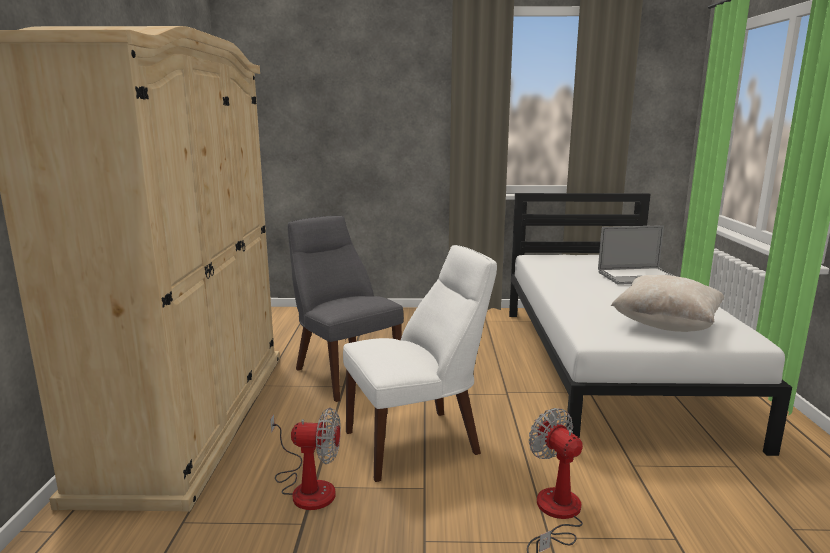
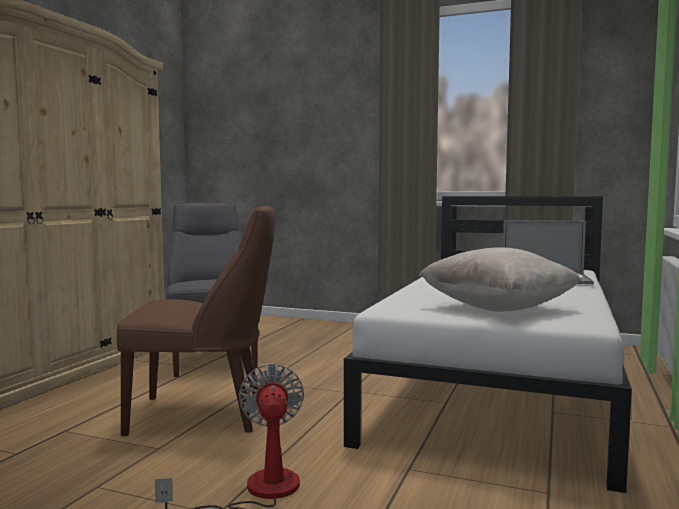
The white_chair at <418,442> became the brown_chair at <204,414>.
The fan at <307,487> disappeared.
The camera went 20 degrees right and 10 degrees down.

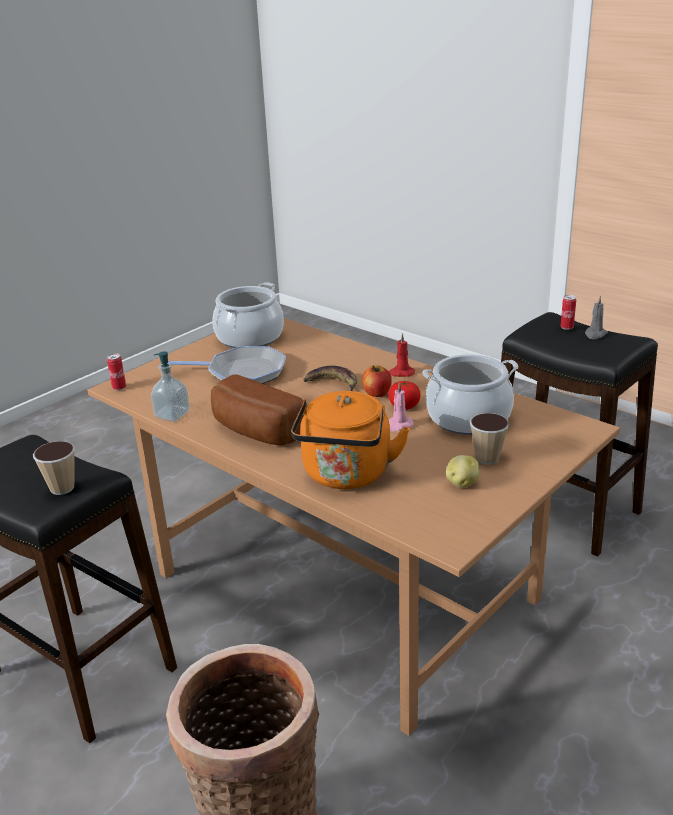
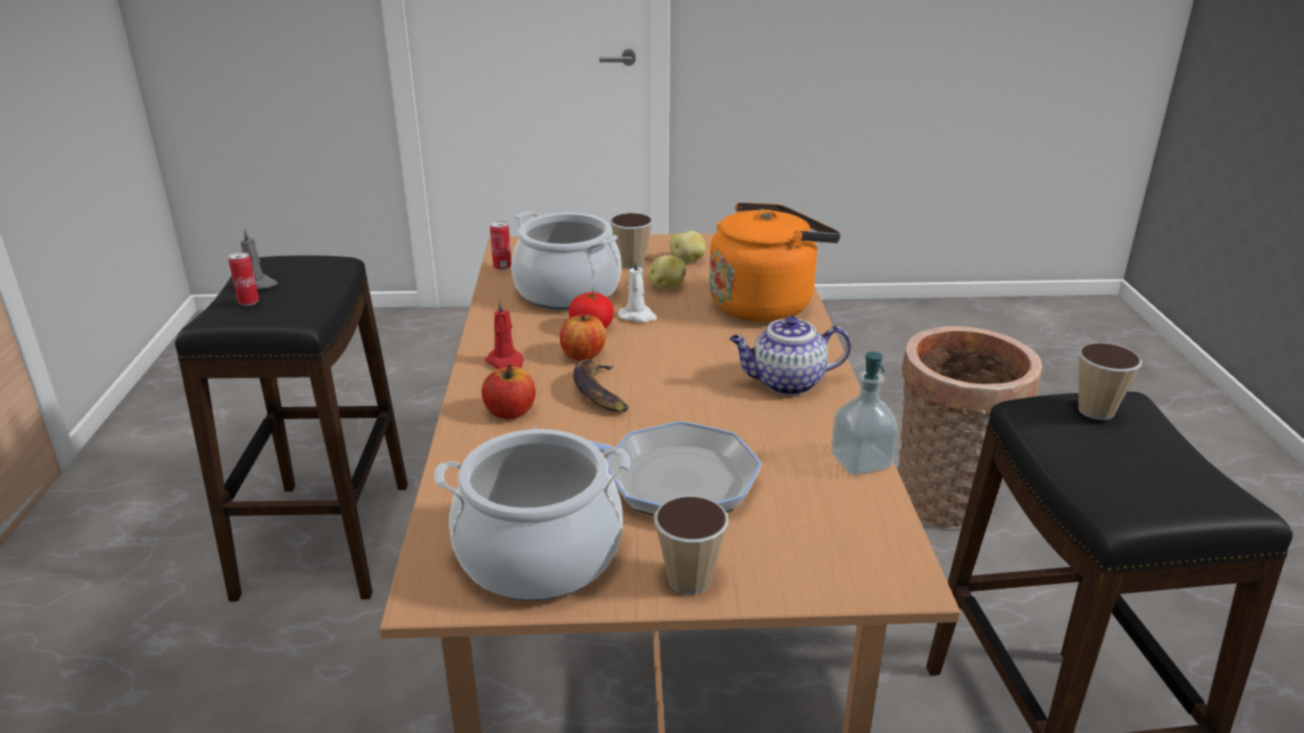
The apple at <510,412> appeared.
The can moved from <119,388> to <502,267>.
The frying_pan at <242,372> turned 150 degrees clockwise.
The pink_candle at <398,425> became the white_candle at <638,316>.
The potato at <666,287> appeared.
The cup at <689,580> appeared.
The bread at <255,432> was replaced by the teapot at <786,383>.
The camera went 135 degrees left and 0 degrees up.

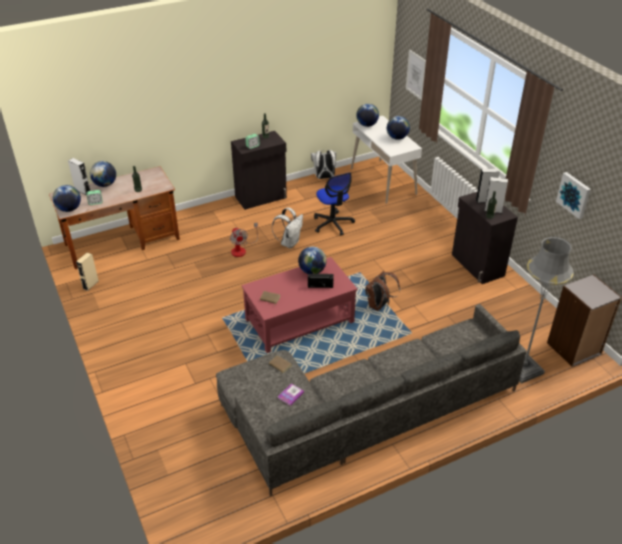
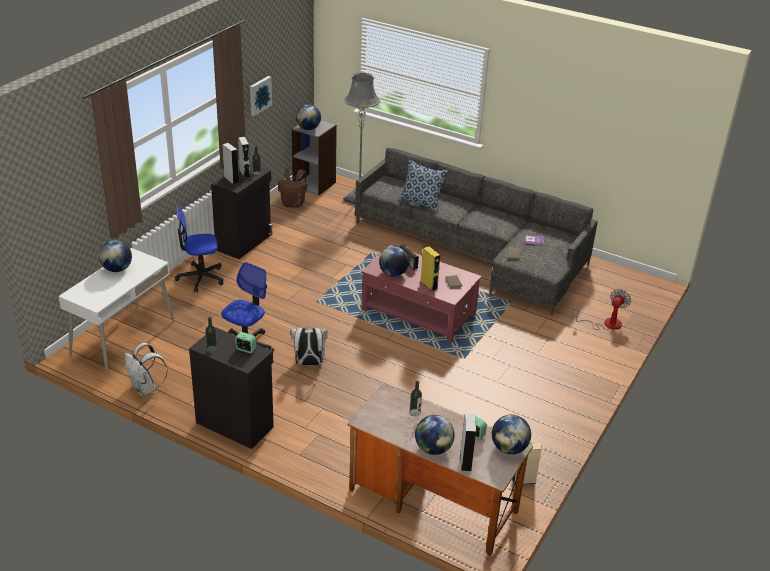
The office_chair at <200,278> appeared.
The brown_backpack moved from <379,306> to <293,204>.
The globe moved from <367,125> to <308,128>.
The pillow at <421,203> appeared.
The yellow_speaker at <429,285> appeared.
The fan moved from <241,249> to <606,324>.
The picture at <416,75> disappeared.
The camera went 125 degrees left and 5 degrees down.

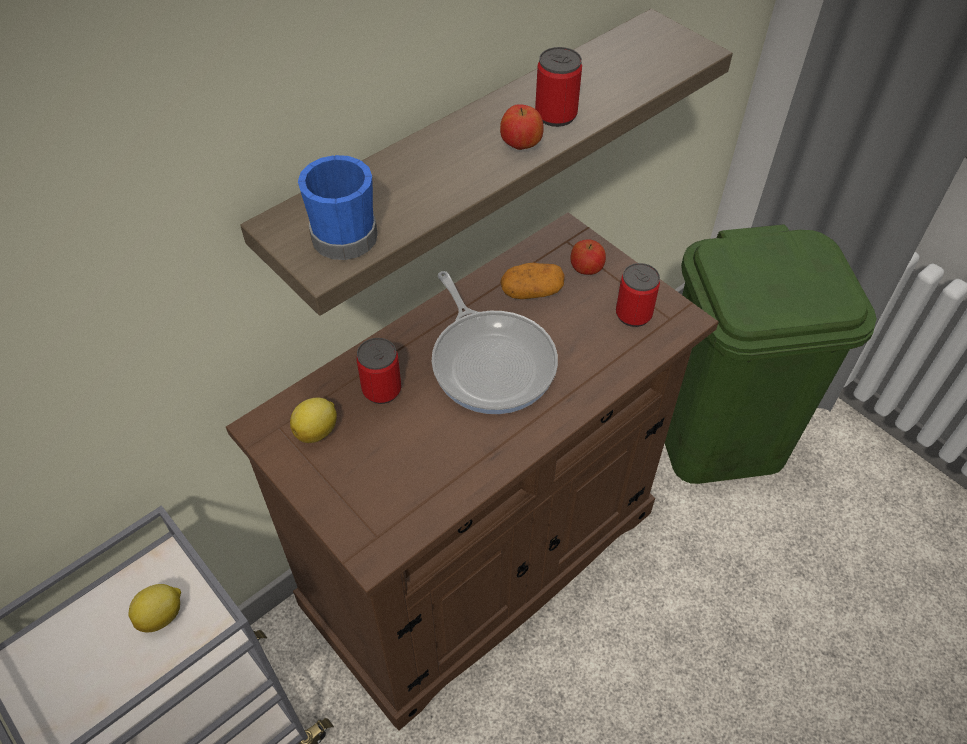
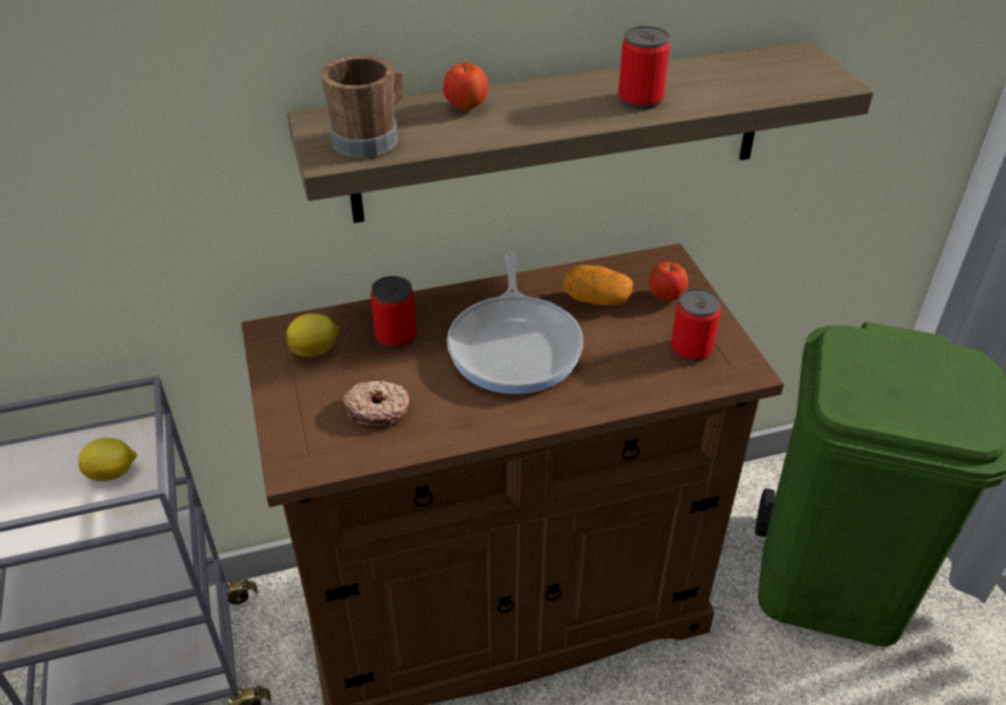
The blue_mug at <347,232> became the brown_mug at <371,139>.
The donut at <377,410> appeared.
The apple moved from <521,145> to <466,107>.
The camera went 25 degrees right and 10 degrees down.

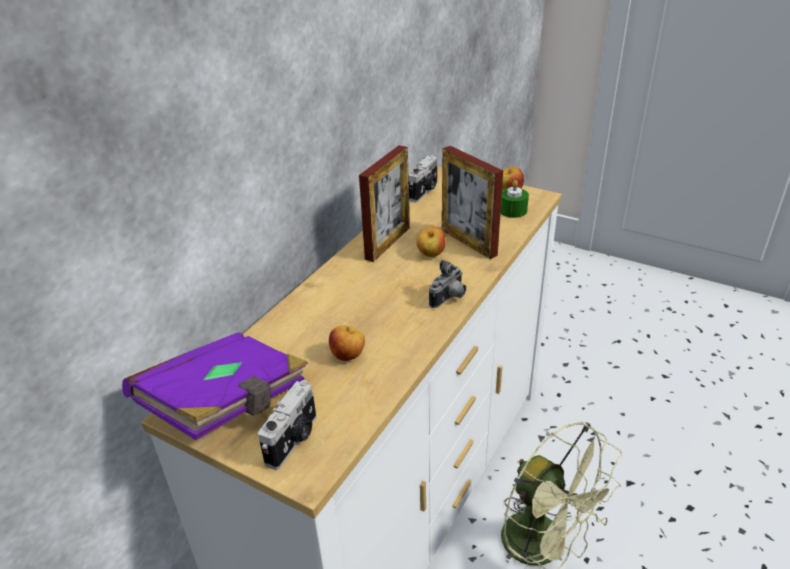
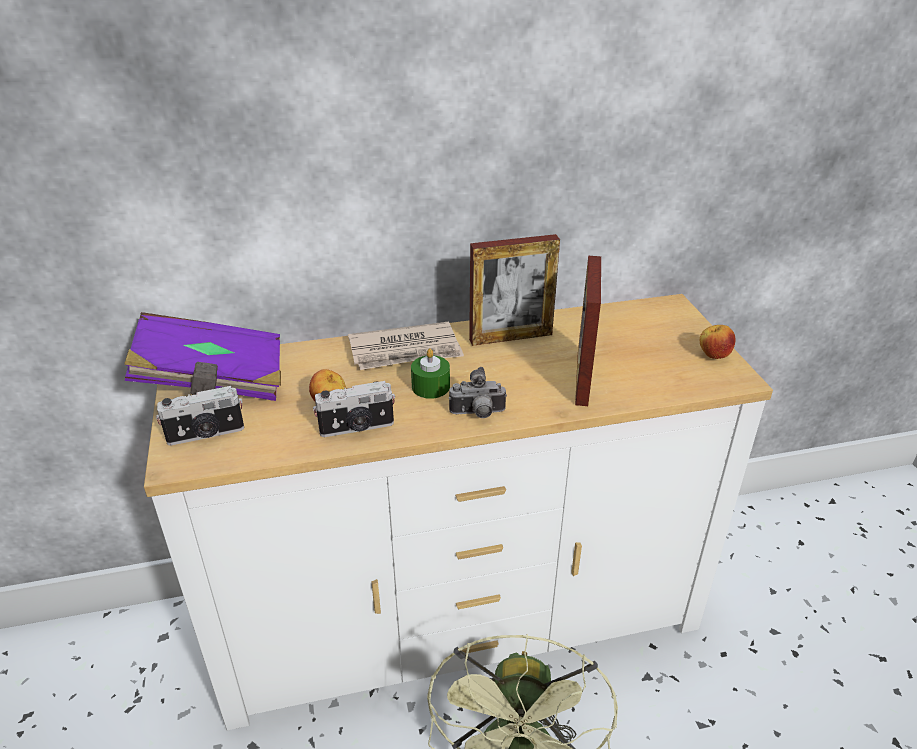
The photo_camera moved from <424,191> to <357,428>.
The newspaper at <406,351> appeared.
The green_candle moved from <513,210> to <430,387>.
The apple at <430,255> disappeared.
The camera went 45 degrees right and 0 degrees up.

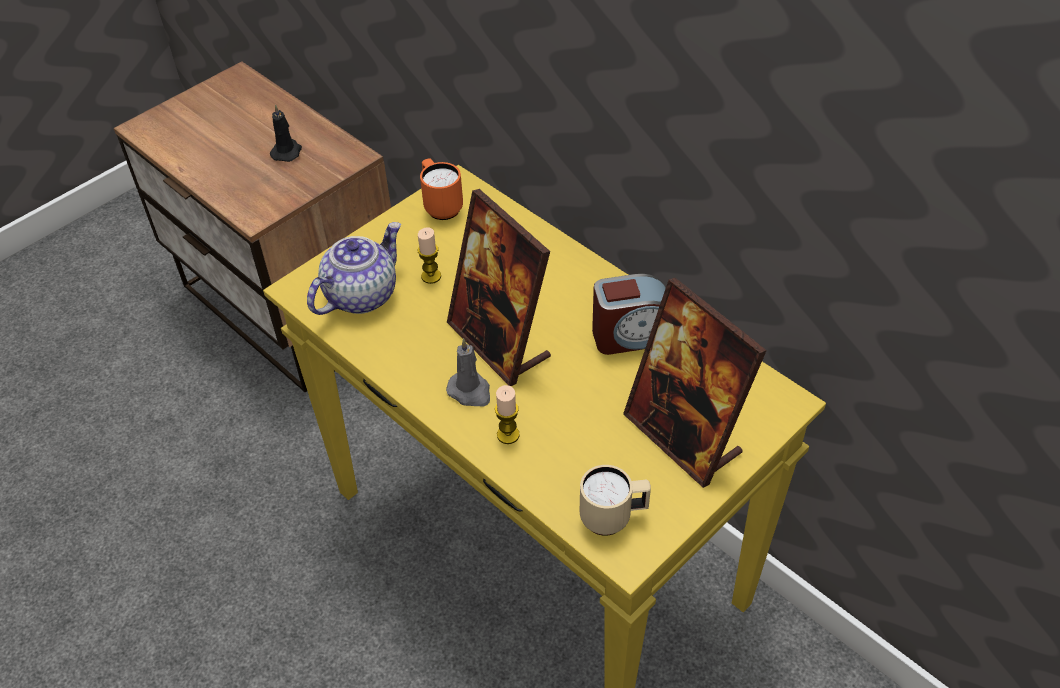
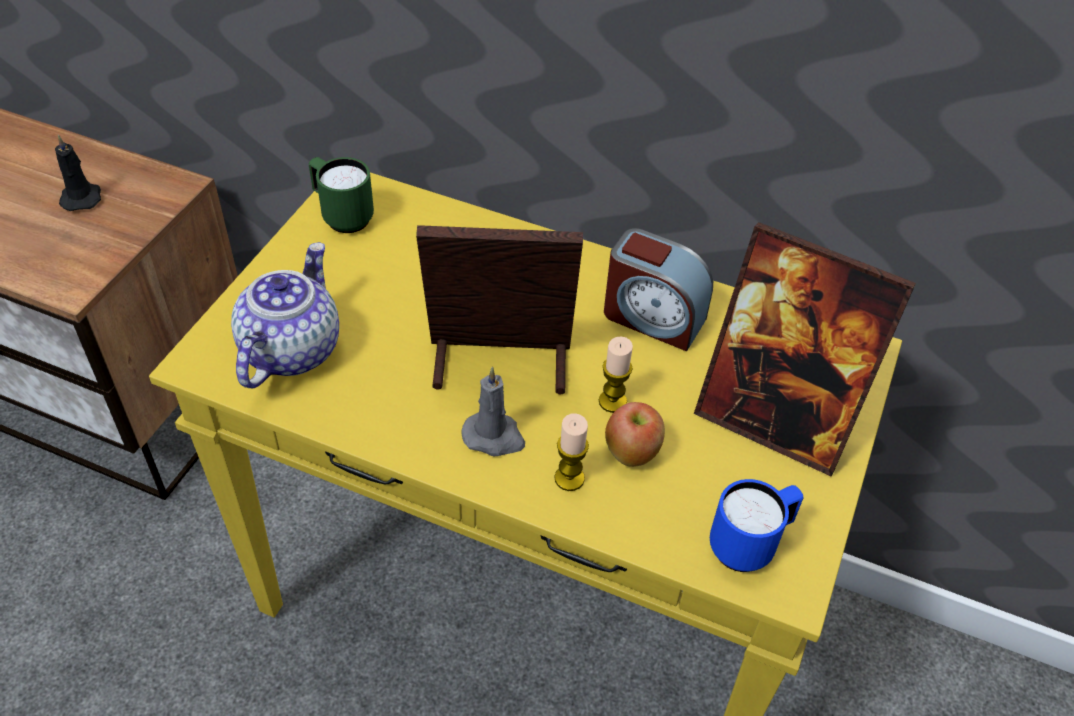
The orange_mug at <440,206> became the green_mug at <342,216>.
The picture_frame at <499,342> turned 150 degrees clockwise.
The candle moved from <431,276> to <612,401>.
The alarm_clock at <632,335> turned 60 degrees clockwise.
The apple at <632,453> appeared.
The beige_mug at <613,518> became the blue_mug at <749,545>.
The camera went 25 degrees left and 0 degrees up.

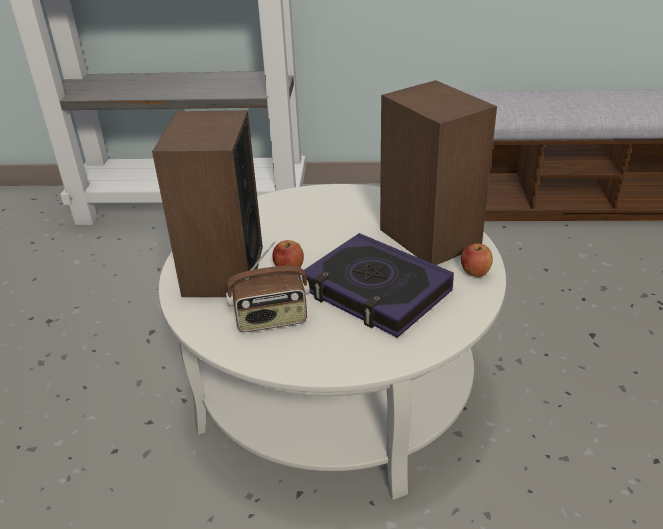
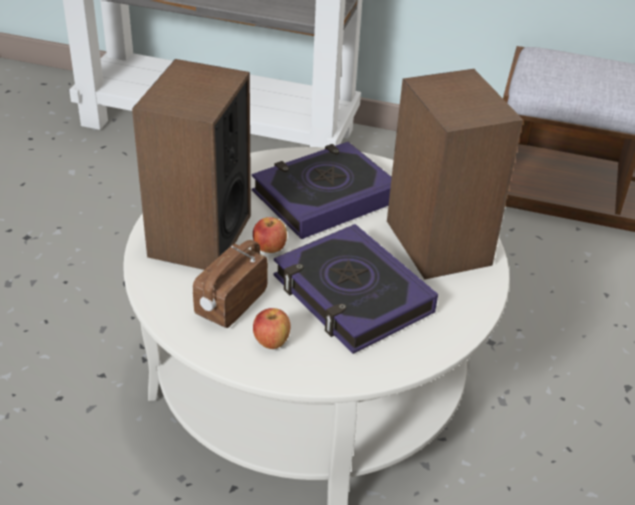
The radio at <271,320> turned 120 degrees clockwise.
The book at <324,197> appeared.
The apple moved from <475,273> to <271,342>.
The camera went 10 degrees right and 5 degrees up.

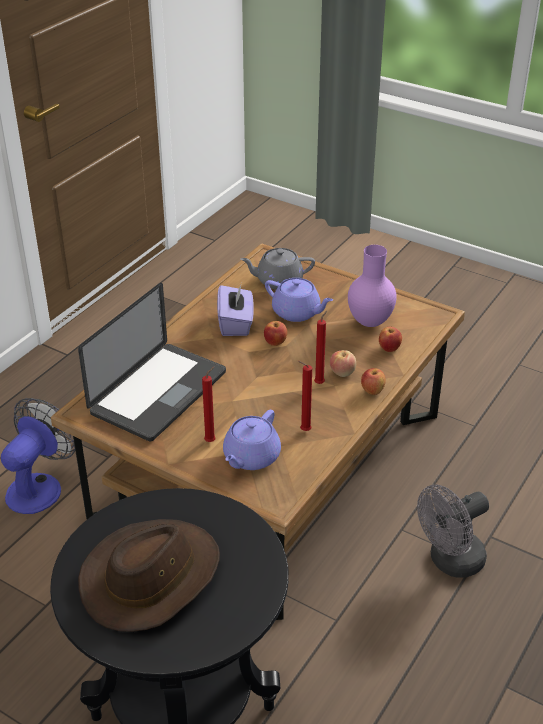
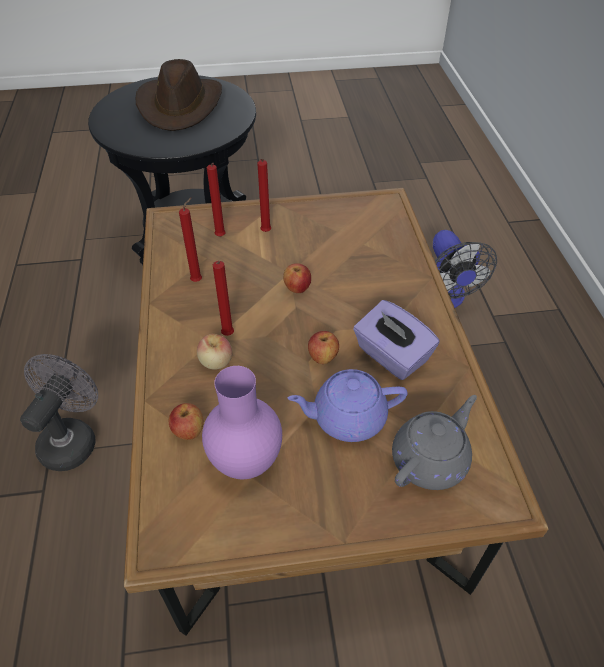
The purple_teapot at <251,457> was replaced by the red_candle at <220,237>.
The apple moved from <372,391> to <297,288>.
The laptop at <158,393> disappeared.
The camera went 140 degrees right and 10 degrees up.

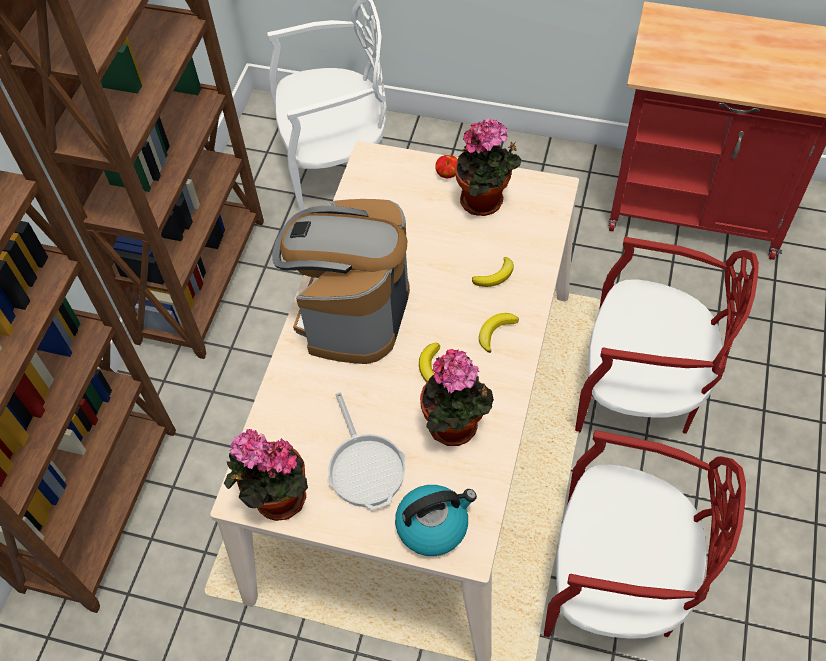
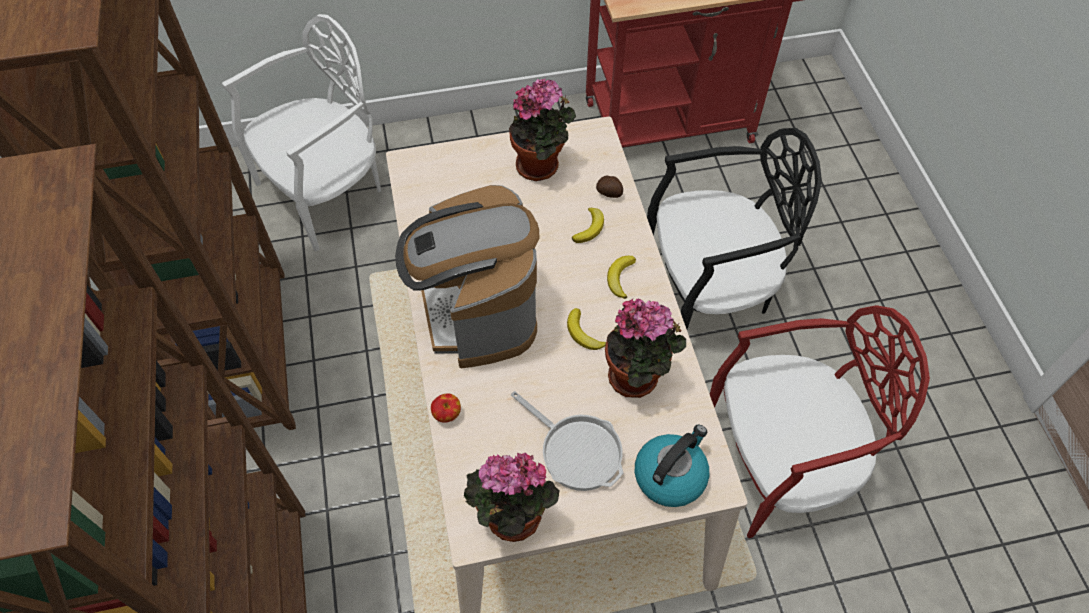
The apple moved from <447,174> to <447,414>.
The potato at <609,193> appeared.
The red_chair at <640,389> became the black_chair at <709,291>.
The camera went 30 degrees left and 0 degrees up.

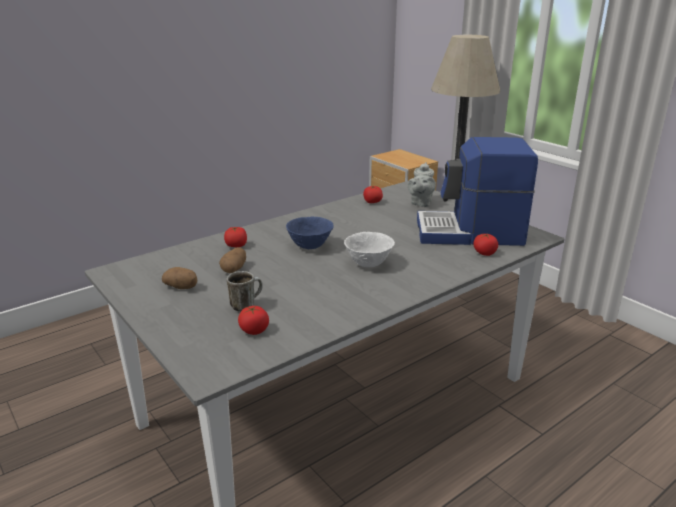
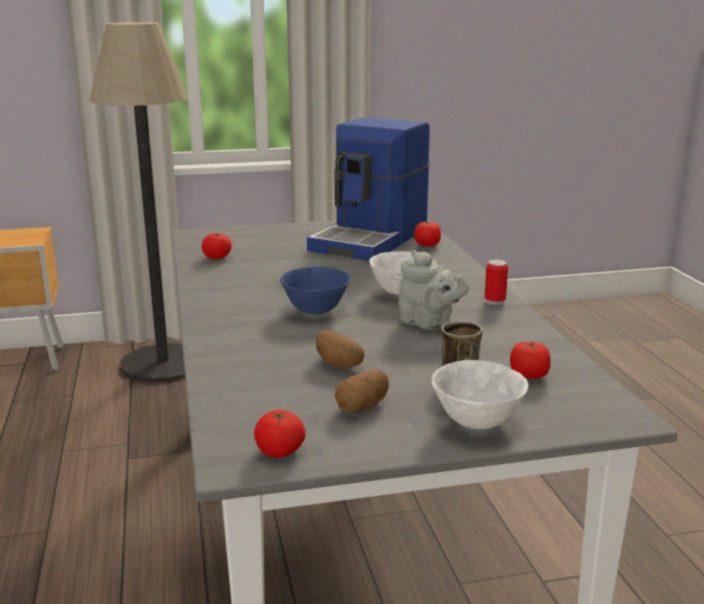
The tomato moved from <236,246> to <279,452>.
The grey_teapot moved from <420,203> to <429,324>.
The white_bowl at <477,423> appeared.
The can at <494,301> appeared.
The camera went 65 degrees left and 5 degrees down.

